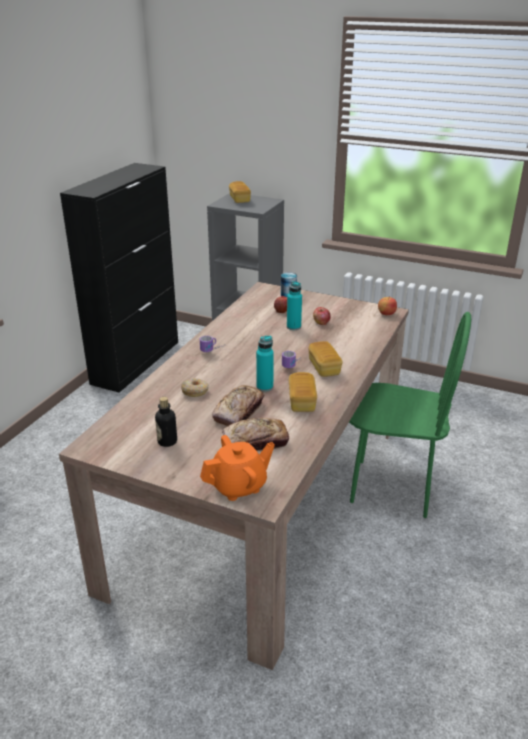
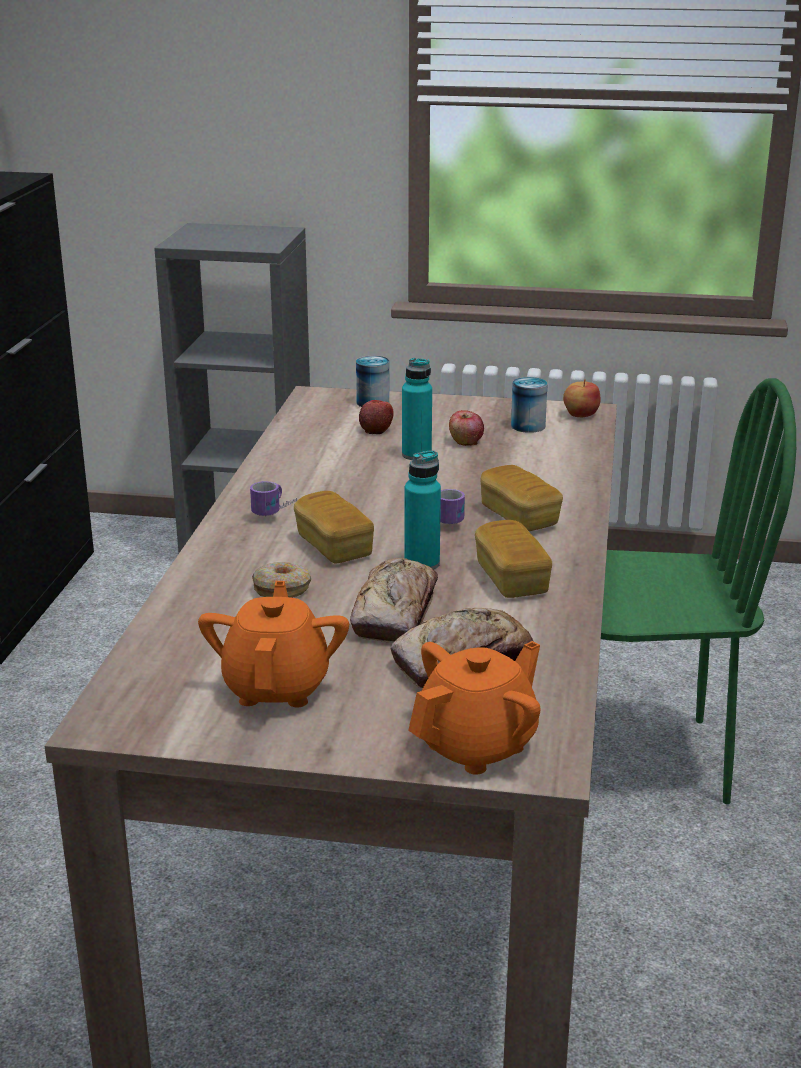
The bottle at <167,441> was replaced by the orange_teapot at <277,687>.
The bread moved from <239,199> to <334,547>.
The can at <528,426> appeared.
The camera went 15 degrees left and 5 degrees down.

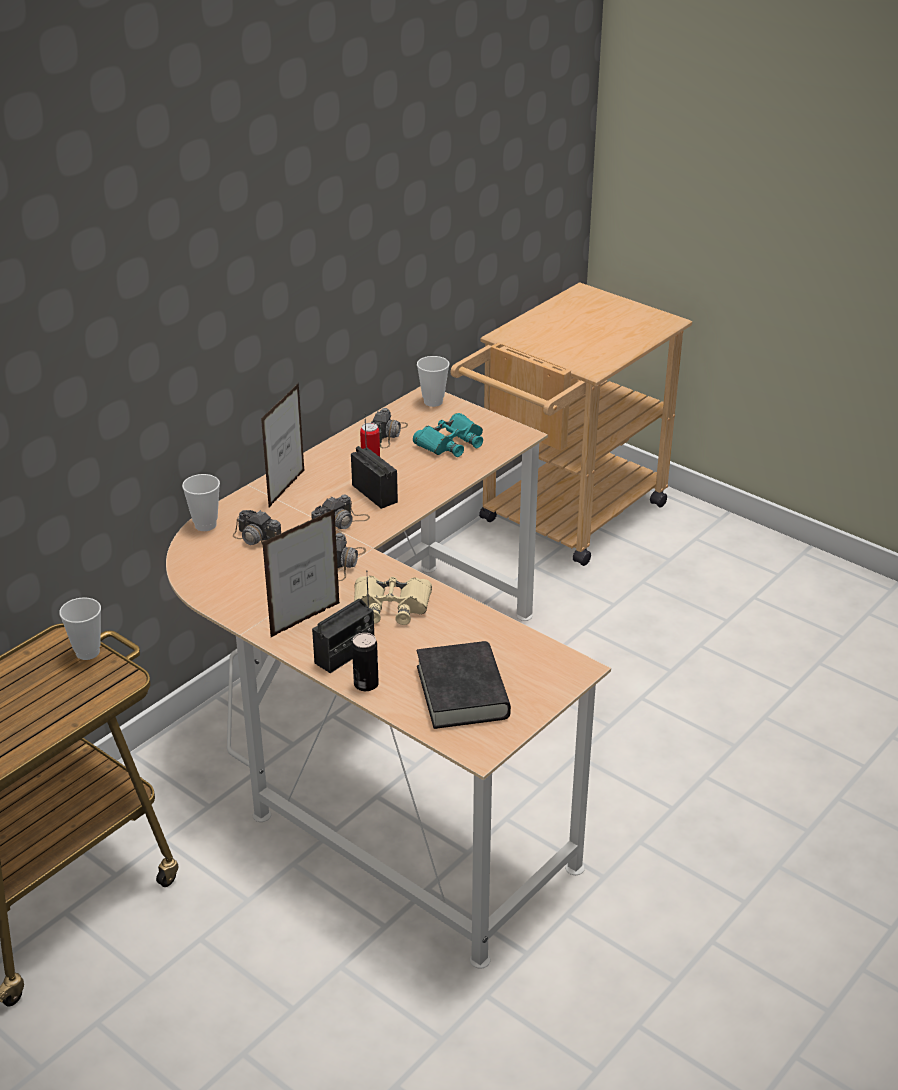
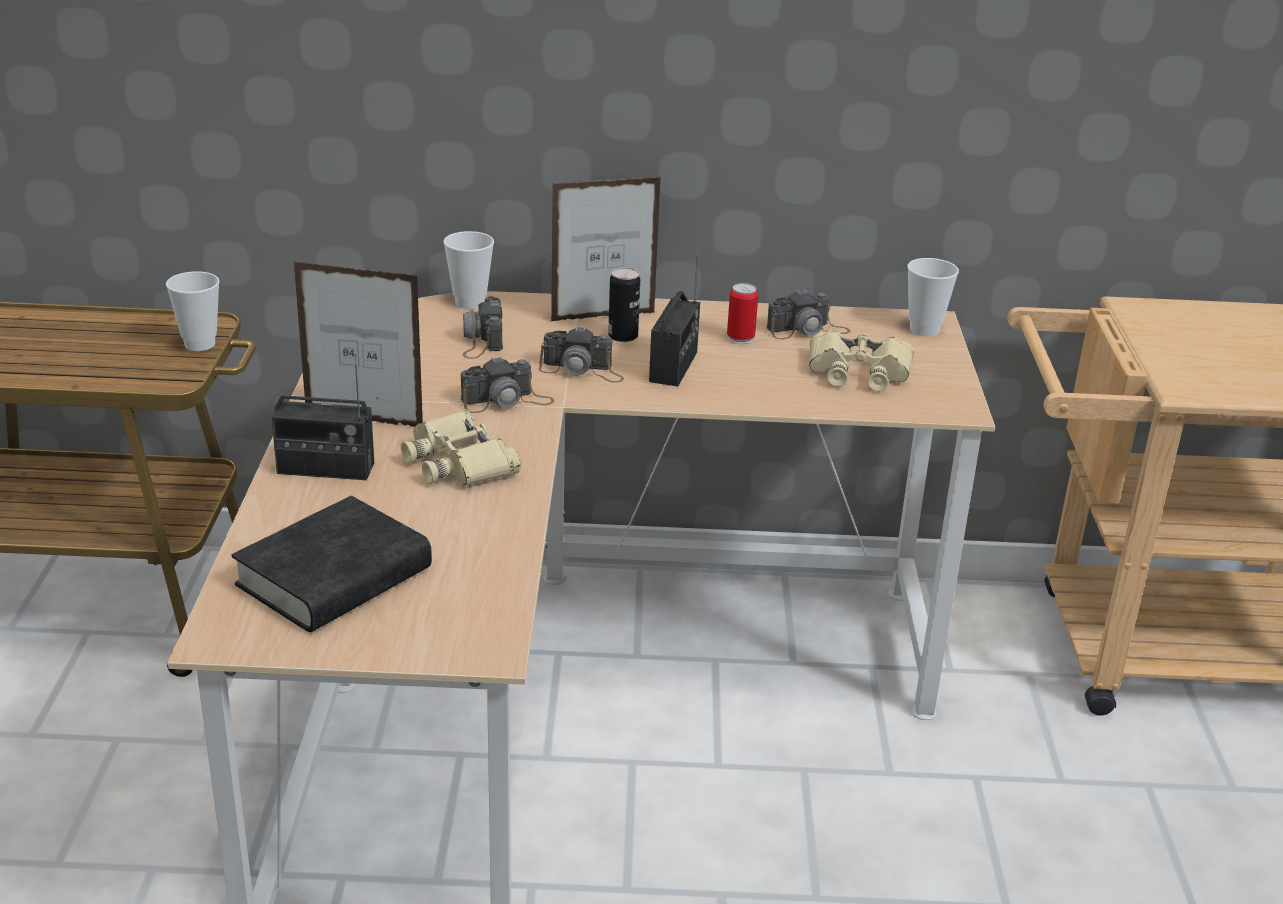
The can moved from <366,684> to <623,336>.
The turquoise_binoculars at <451,442> became the beige_binoculars at <858,372>.
The camera went 50 degrees right and 5 degrees down.

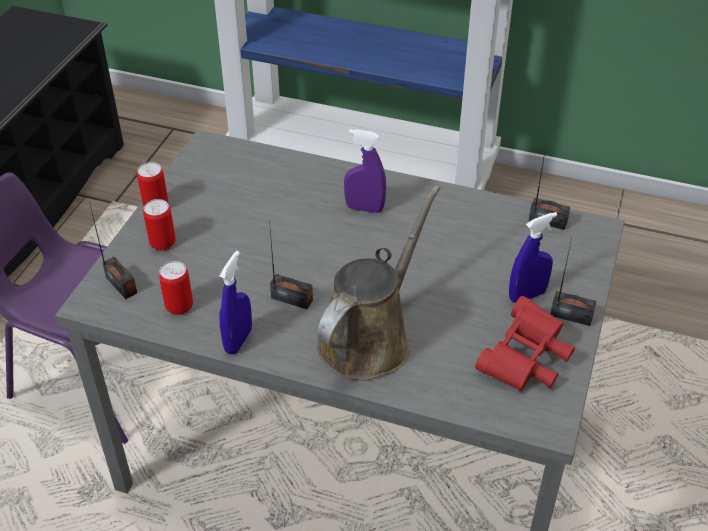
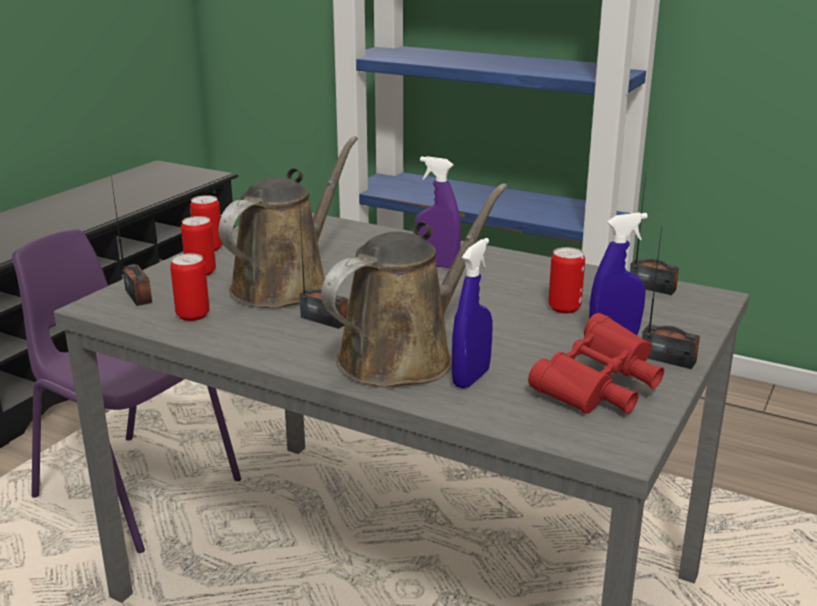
The brown_watering_can at <286,285> appeared.
The blue_spray_bottle moved from <238,341> to <471,378>.
The can at <564,308> appeared.
The camera went 10 degrees right and 20 degrees down.

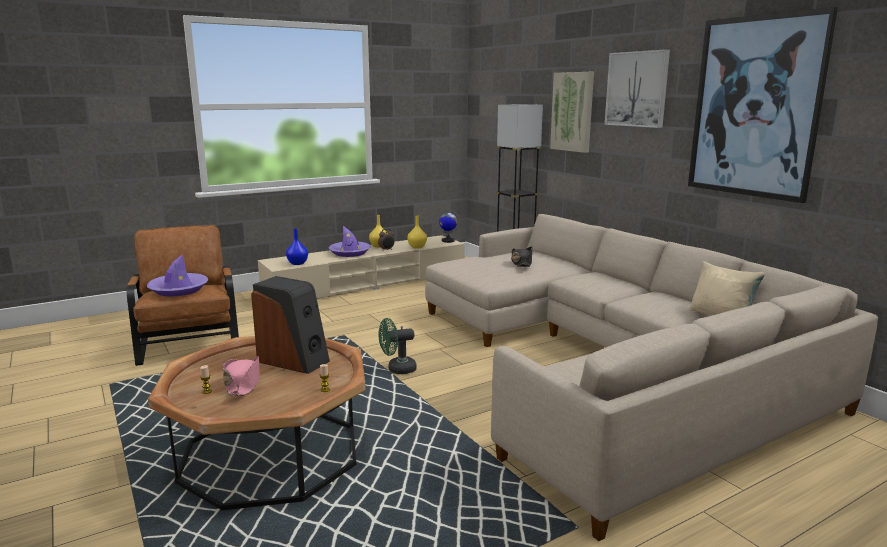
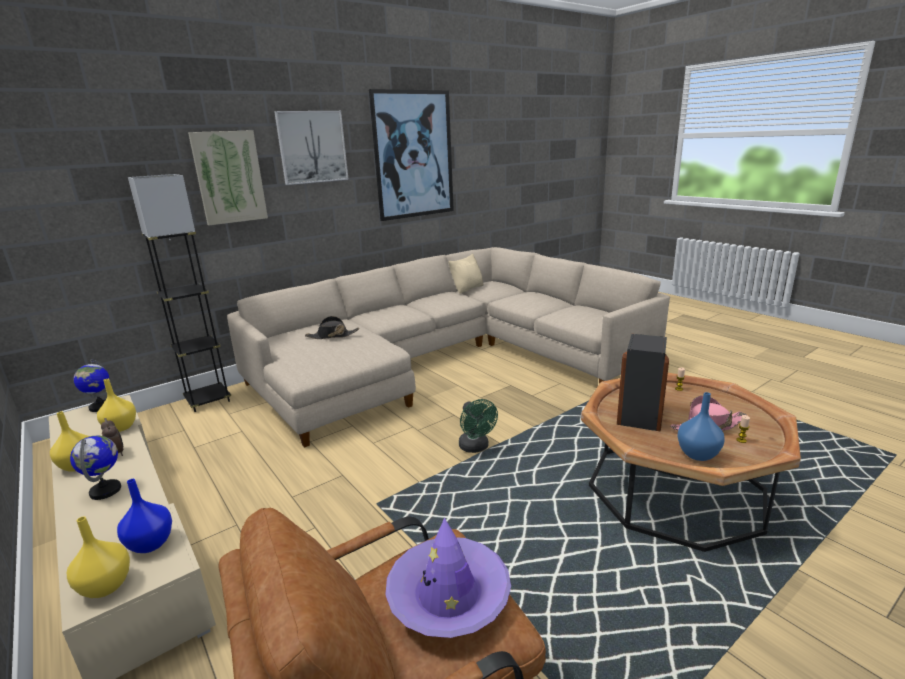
The yellow_vase at <107,587> appeared.
The purple_hat at <350,253> was replaced by the globe at <106,490>.
The blue_vase at <697,454> appeared.
The camera went 95 degrees left and 5 degrees up.

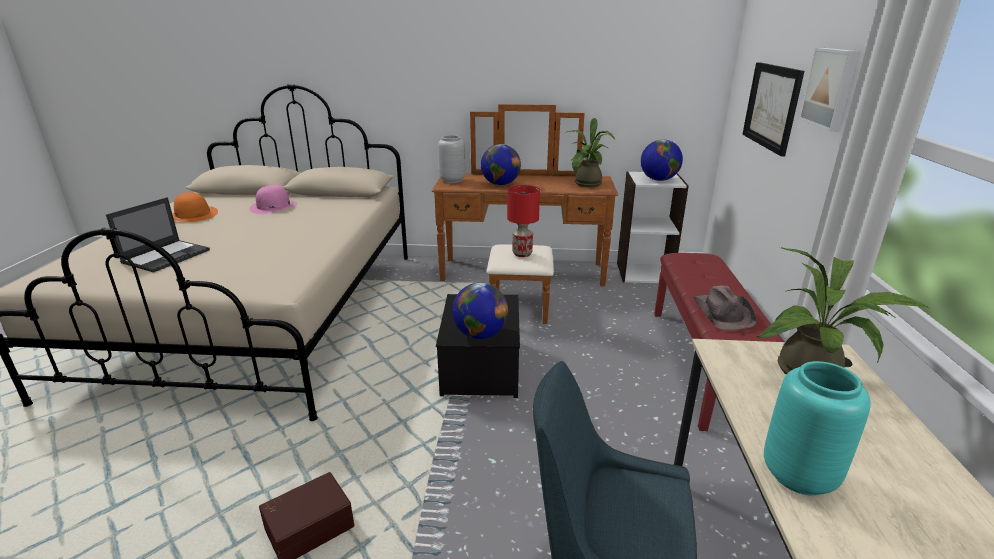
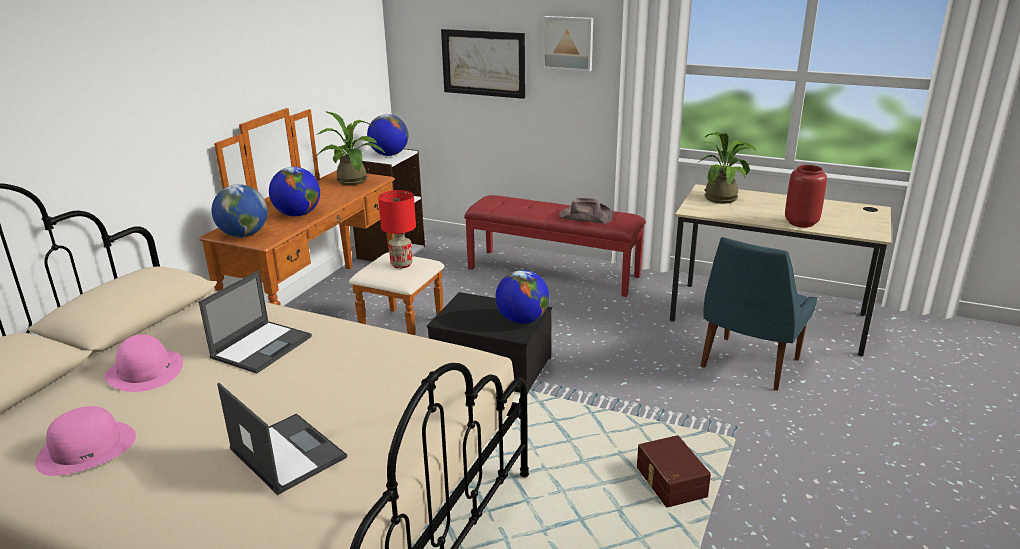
The orange_hat at <193,215> became the pink_hat at <87,448>.
The laptop at <262,346> appeared.
The grey_vase at <452,180> was replaced by the globe at <244,235>.
The turquoise_vase at <798,476> became the red_vase at <802,223>.
The camera went 70 degrees left and 0 degrees up.

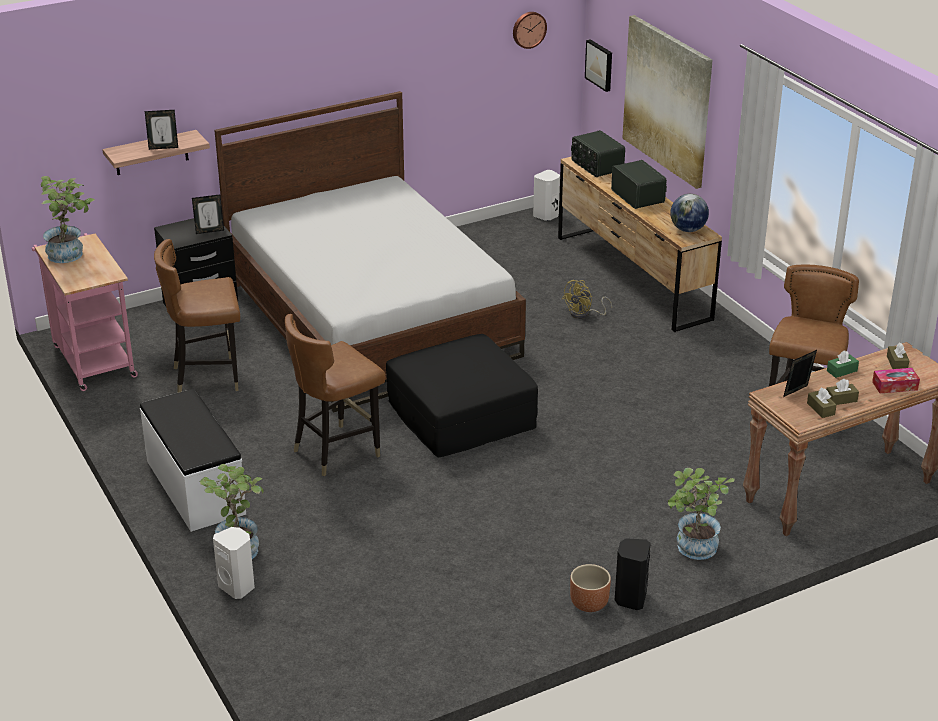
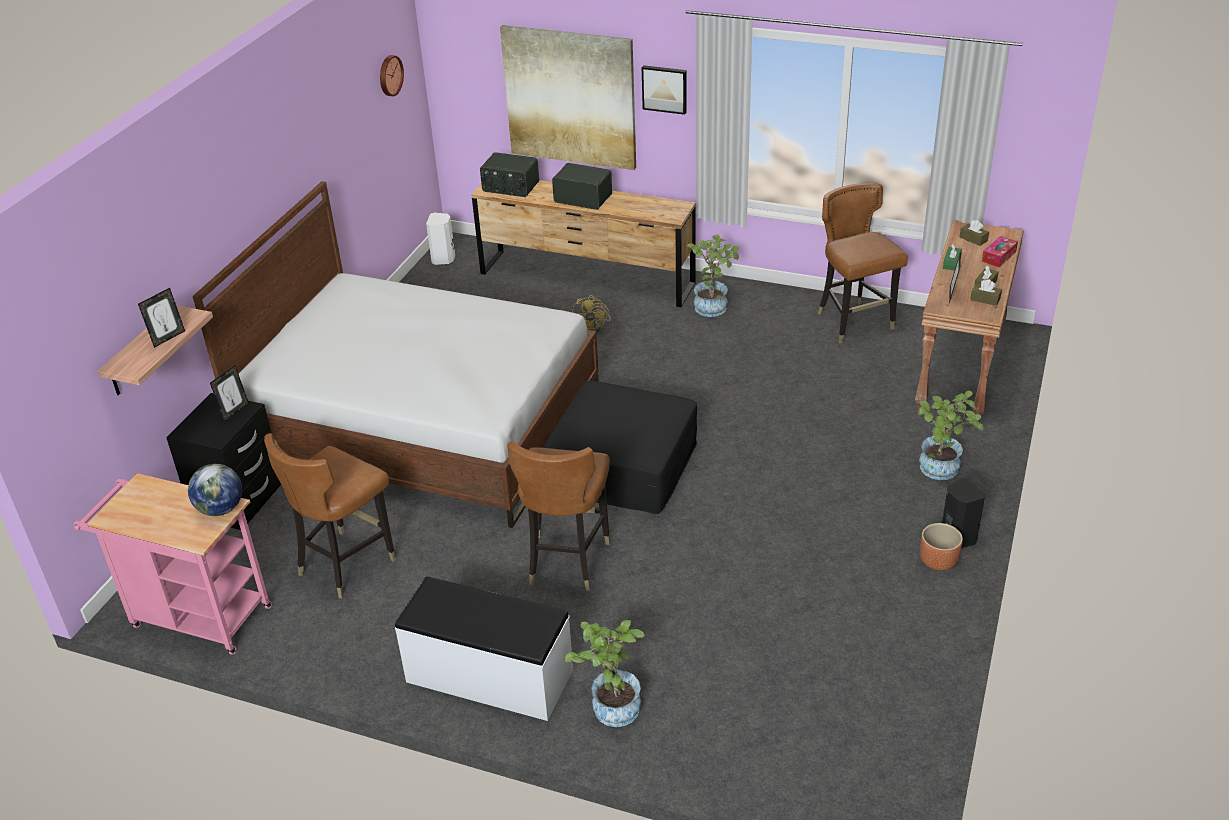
The globe moved from <687,230> to <220,509>.
The picture moved from <600,65> to <665,89>.
The potted_plant moved from <71,254> to <713,305>.
The white_speaker at <238,587> disappeared.
The camera went 40 degrees left and 5 degrees up.

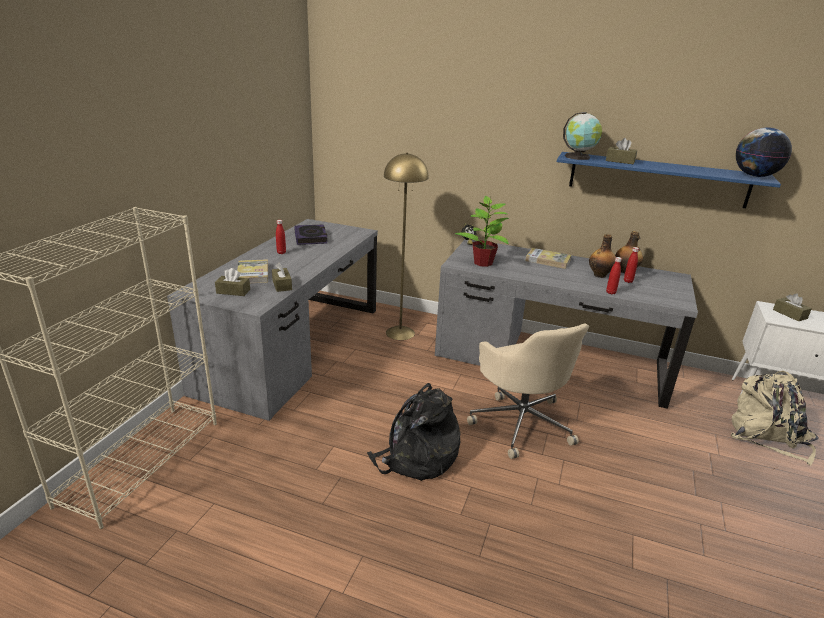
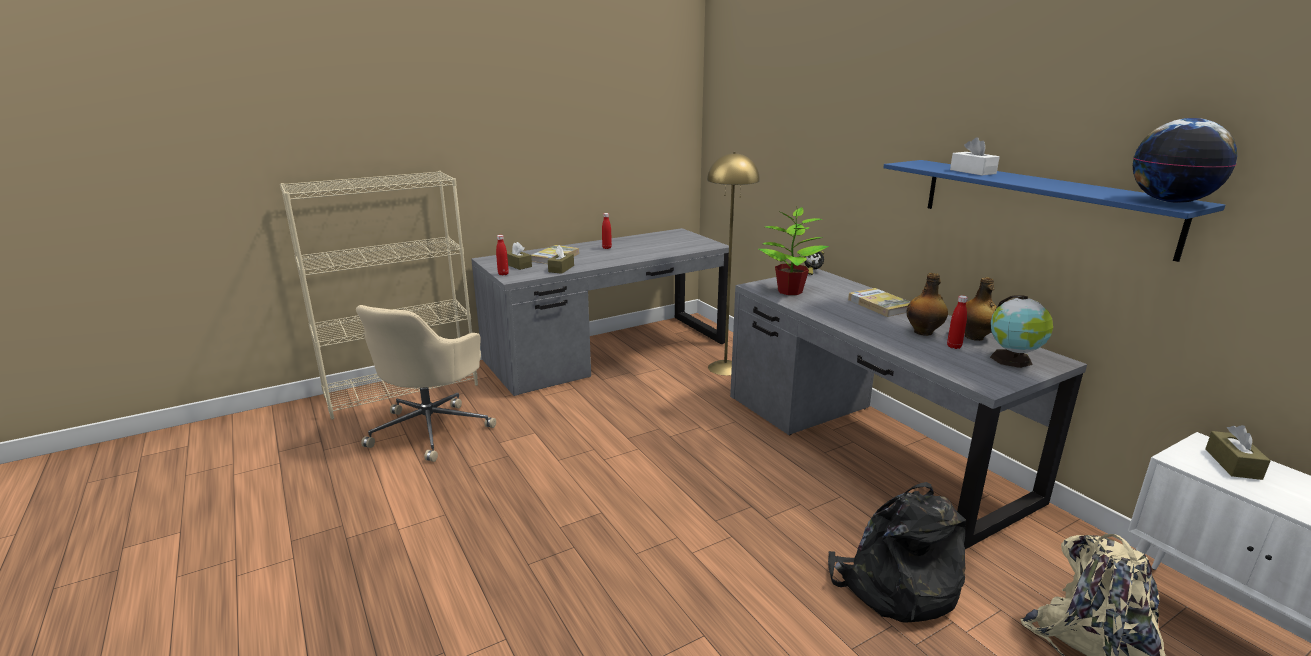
The beige_office_chair moved from <521,422> to <431,429>.
The red_bottle moved from <610,292> to <503,274>.
The black_backpack moved from <416,457> to <894,586>.
The brown_tissue_box at <620,161> became the white_tissue_box at <972,172>.
The globe moved from <579,157> to <1013,360>.
The book at <310,238> disappeared.
The camera went 40 degrees right and 5 degrees down.

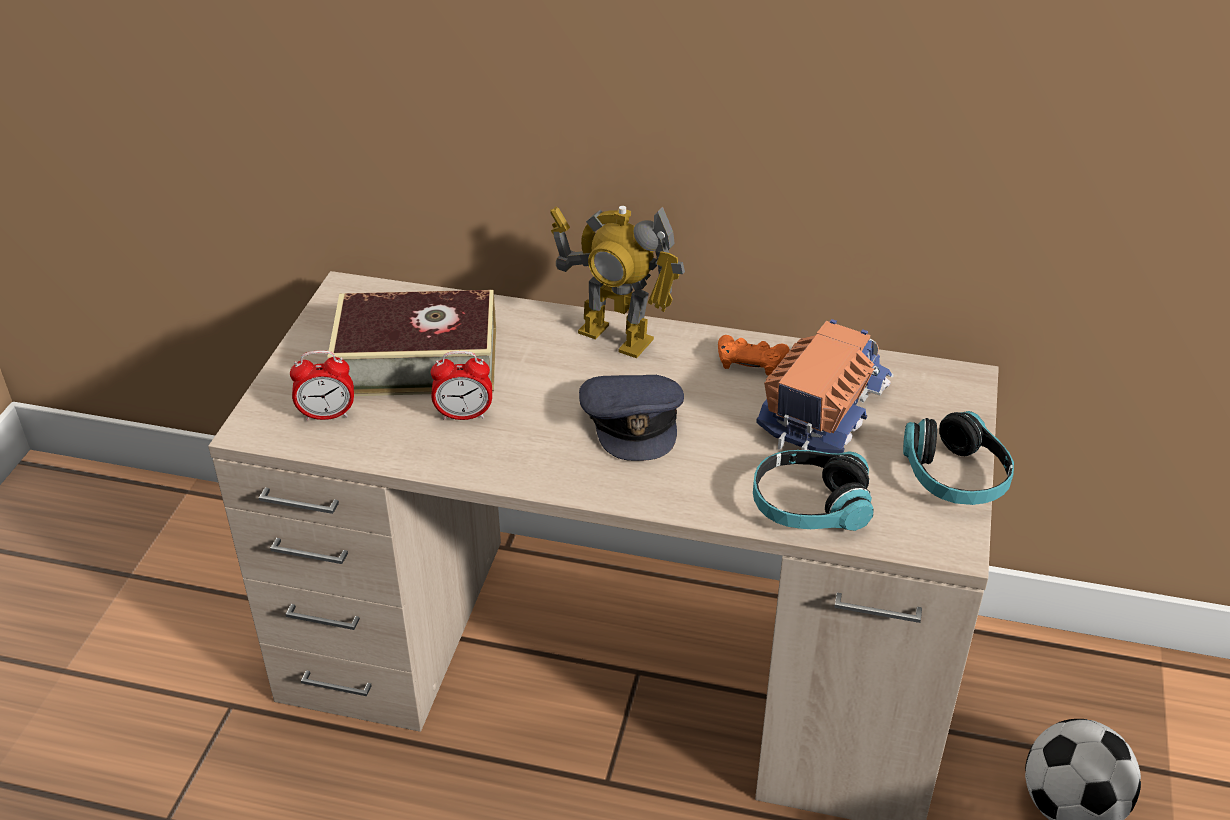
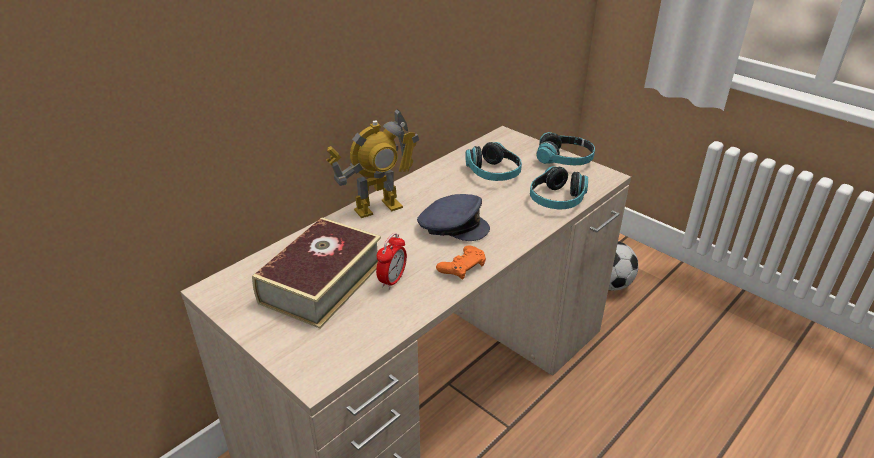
The orange_game_controller moved from <751,361> to <462,267>.
The toy_truck at <822,409> was replaced by the headphones at <493,173>.
The alarm_clock at <327,415> disappeared.
The camera went 60 degrees left and 5 degrees down.

